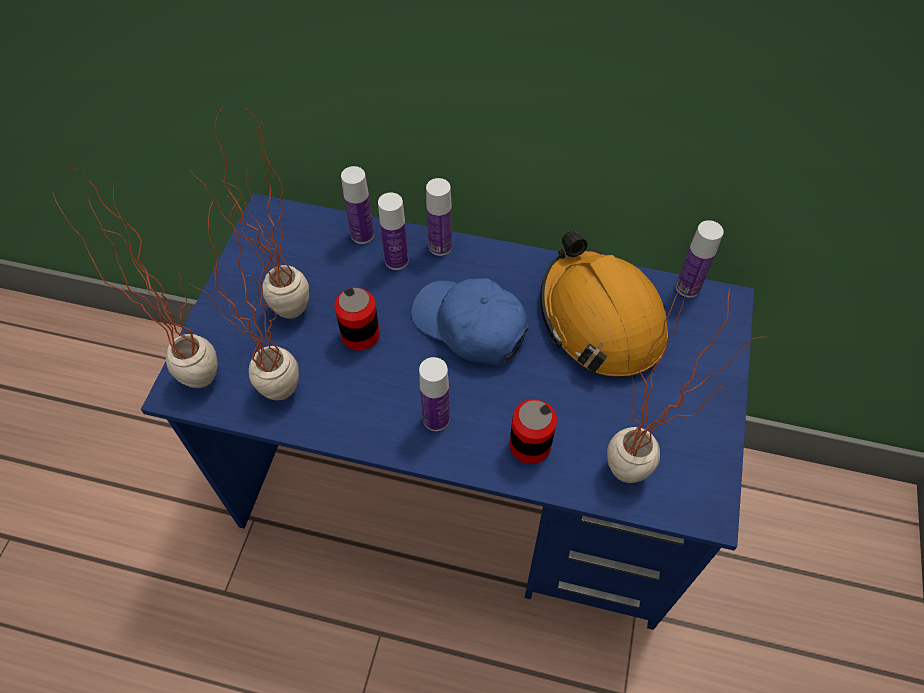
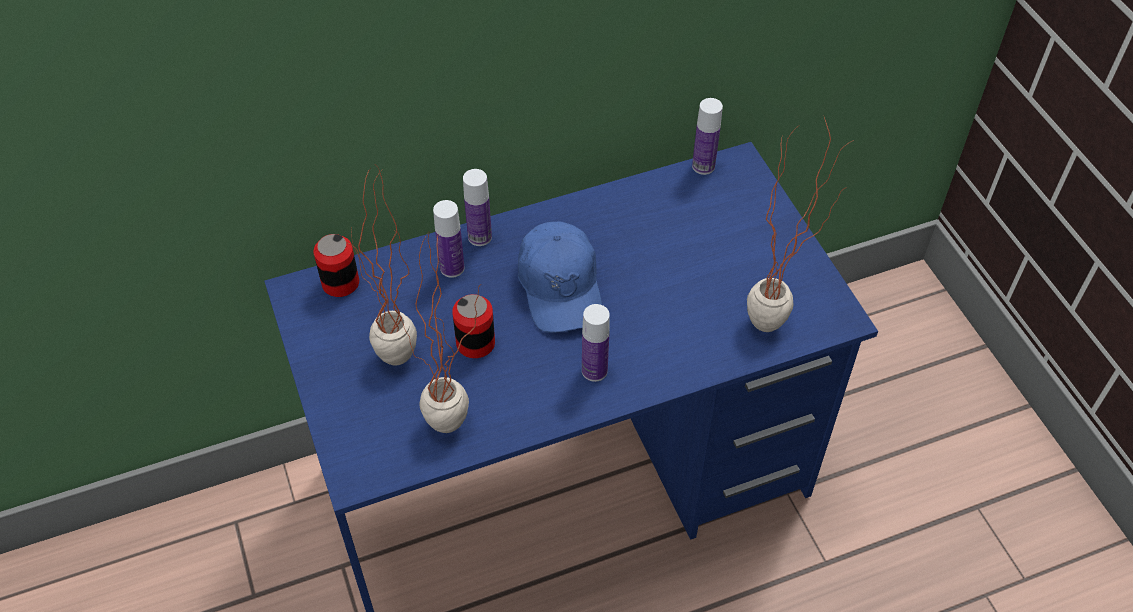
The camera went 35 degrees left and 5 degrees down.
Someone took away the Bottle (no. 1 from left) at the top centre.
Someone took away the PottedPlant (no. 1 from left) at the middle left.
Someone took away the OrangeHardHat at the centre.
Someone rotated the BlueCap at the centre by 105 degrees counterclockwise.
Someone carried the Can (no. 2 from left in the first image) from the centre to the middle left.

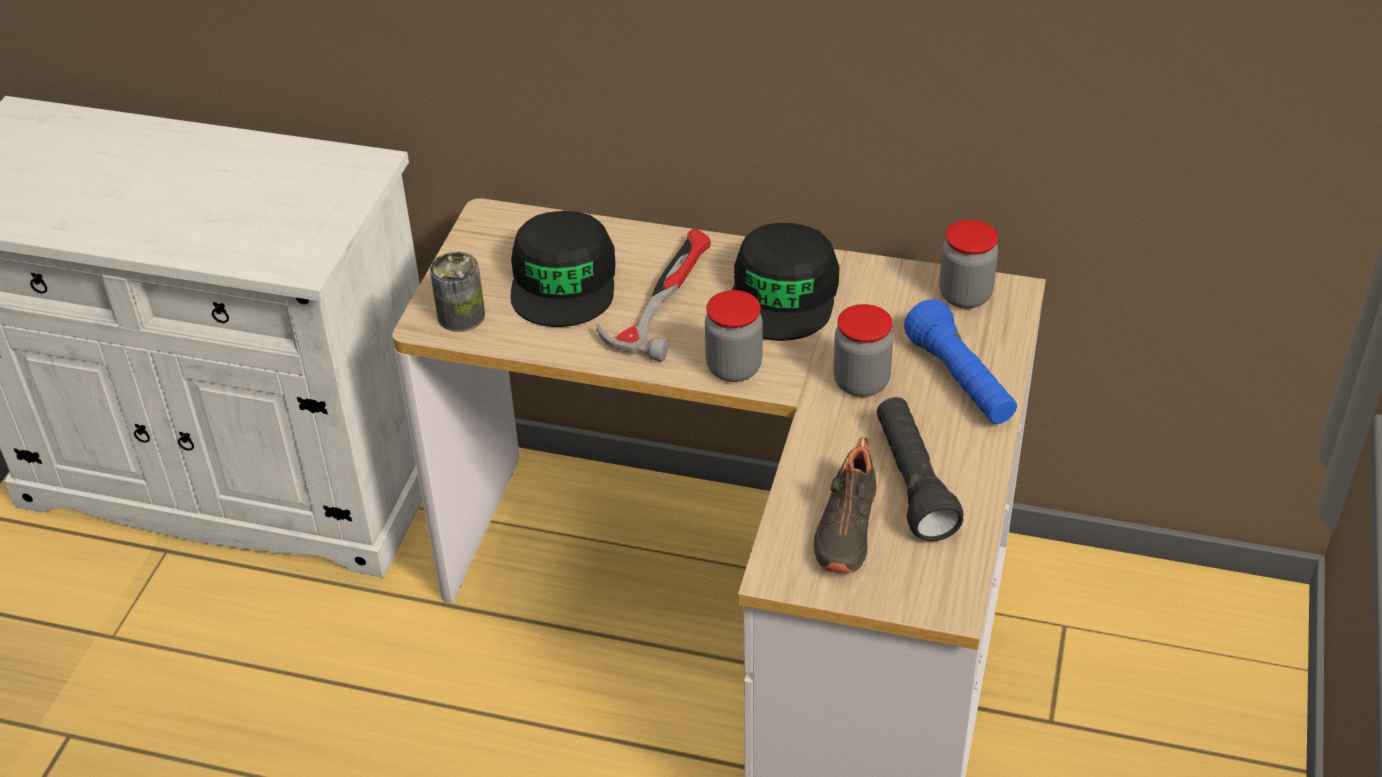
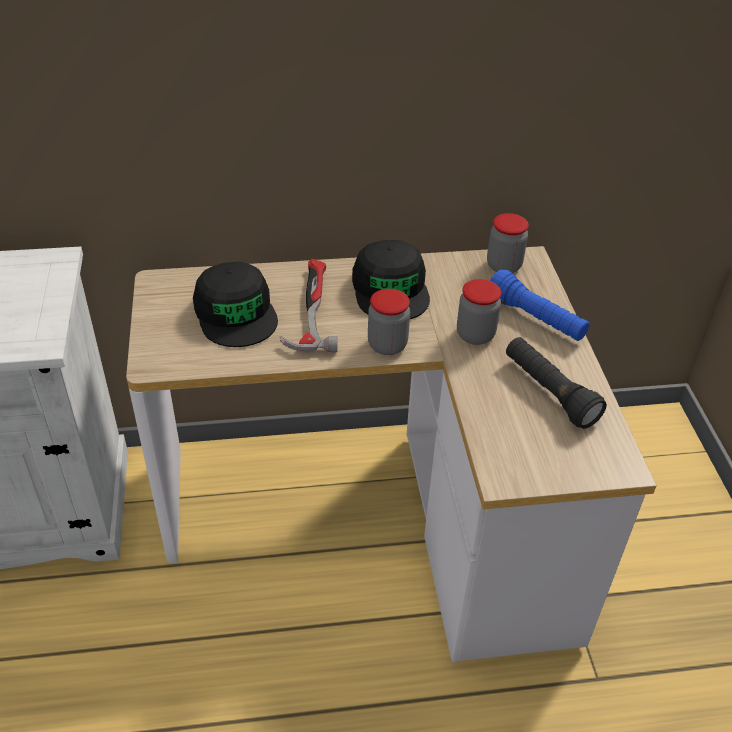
The camera went 25 degrees left and 0 degrees up.
Someone took away the Can at the middle left.
Someone took away the BlackShoe at the centre.

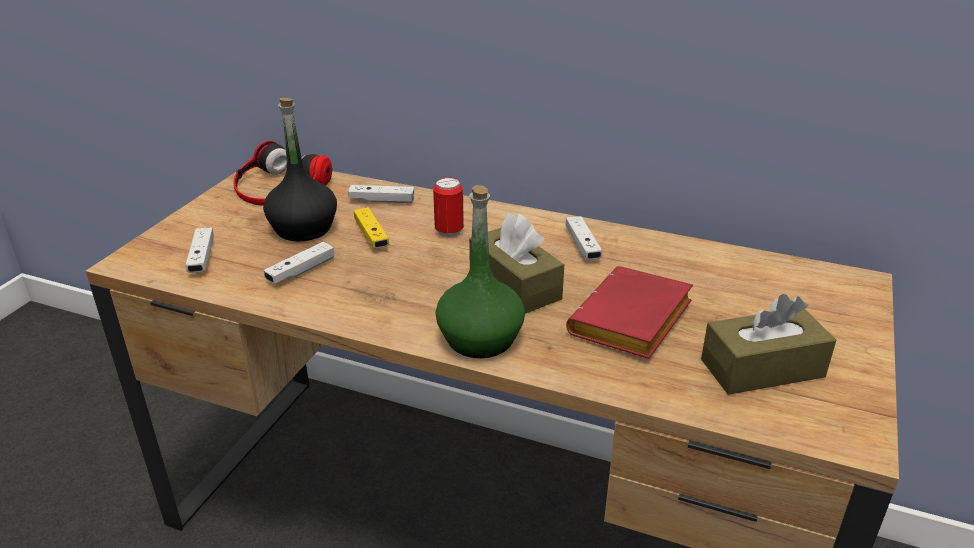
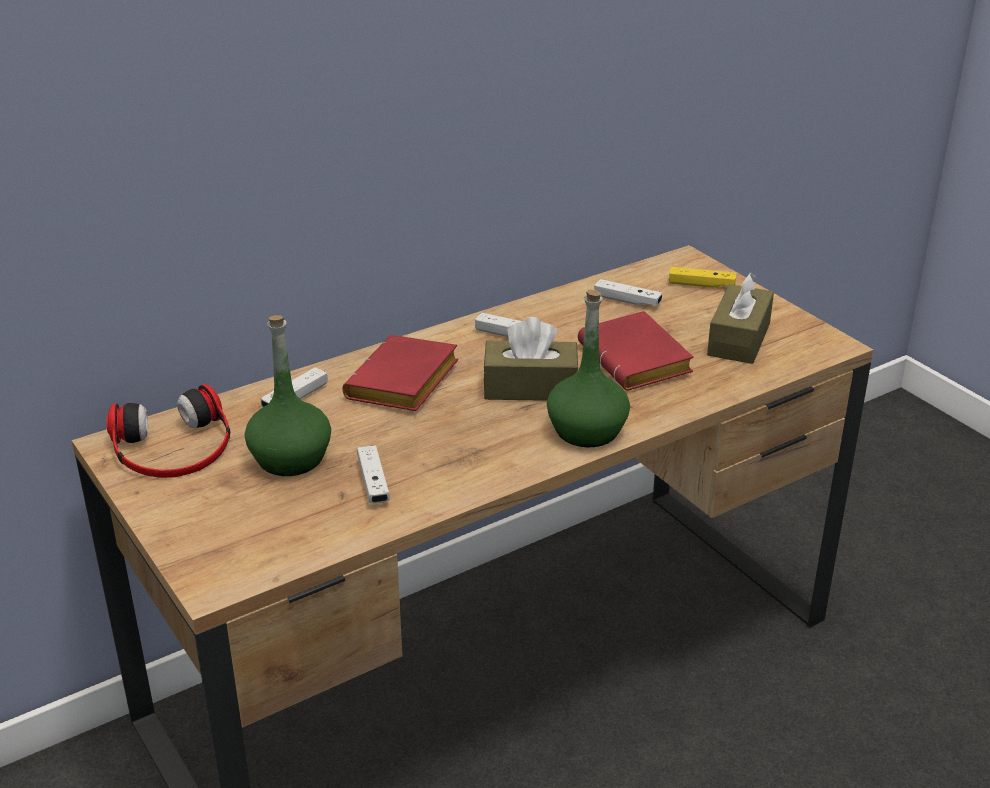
The camera went 55 degrees left and 0 degrees up.
Someone repainted the BlackBottle at the top left, which became the GreenBottle (no. 1 from left) at the middle left.
Someone swapped the Can at the centre for the RedBook (no. 1 from left) at the centre.
Someone carried the YellowGameController from the centre to the middle right.
Someone carried the WhiteGameController (no. 1 from left in the first image) from the middle left to the centre.

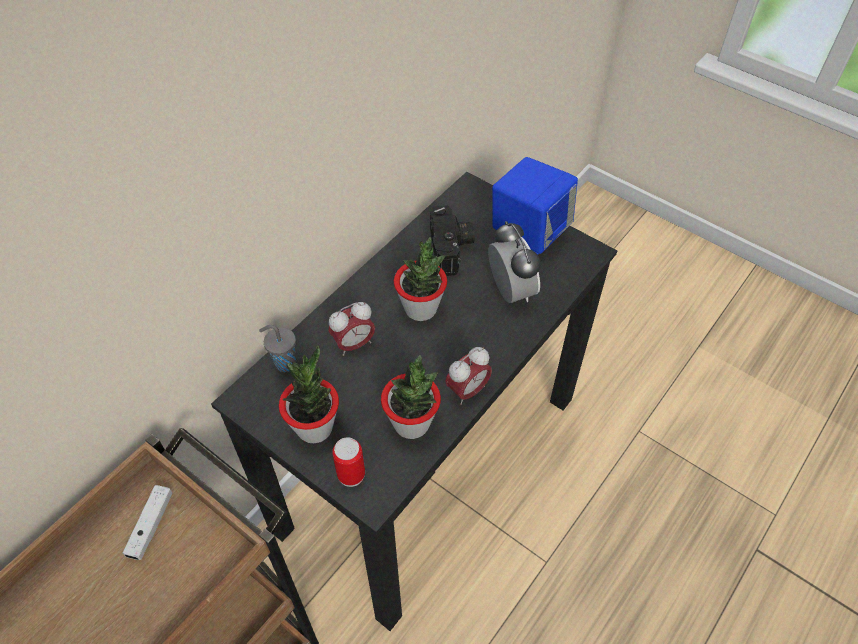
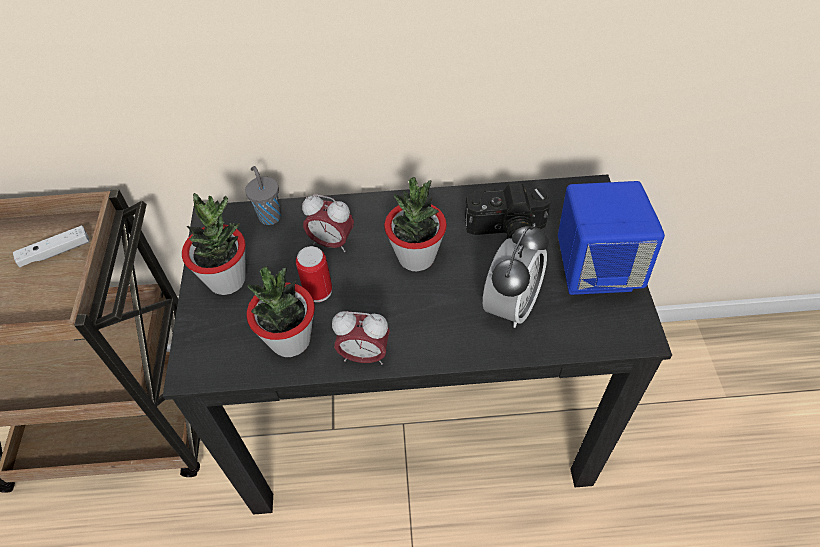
The camera went 50 degrees right and 0 degrees up.
Someone rotated the PhotoCamera at the centre by 45 degrees clockwise.
Someone carried the Can from the bottom centre to the centre.

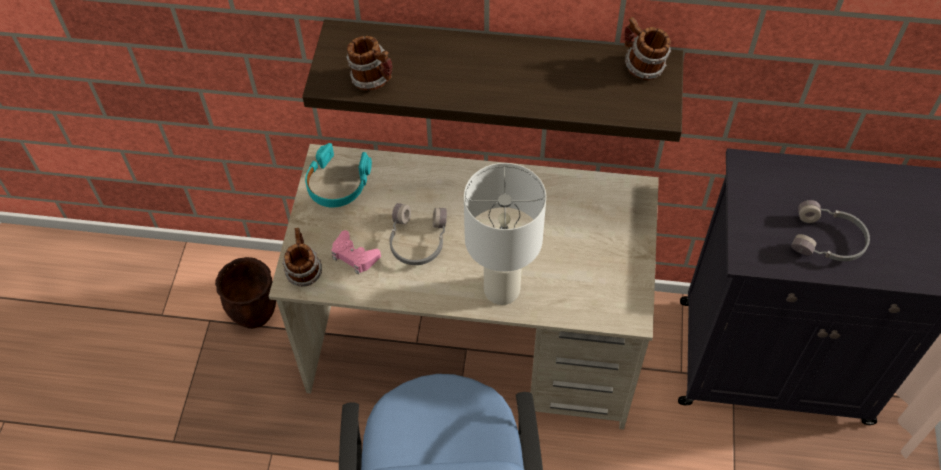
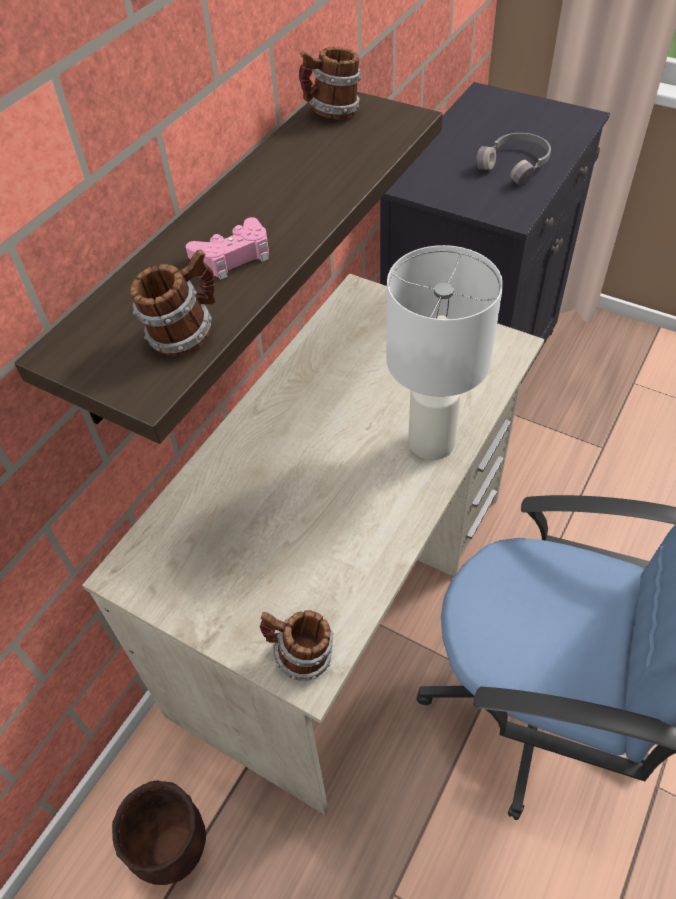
The camera went 65 degrees left and 5 degrees down.
Someone took away the TurquoiseHeadphones at the centre.
Someone took away the GreyHeadphones (no. 1 from left) at the centre.
Someone carried the PinkGameController from the centre to the top centre.

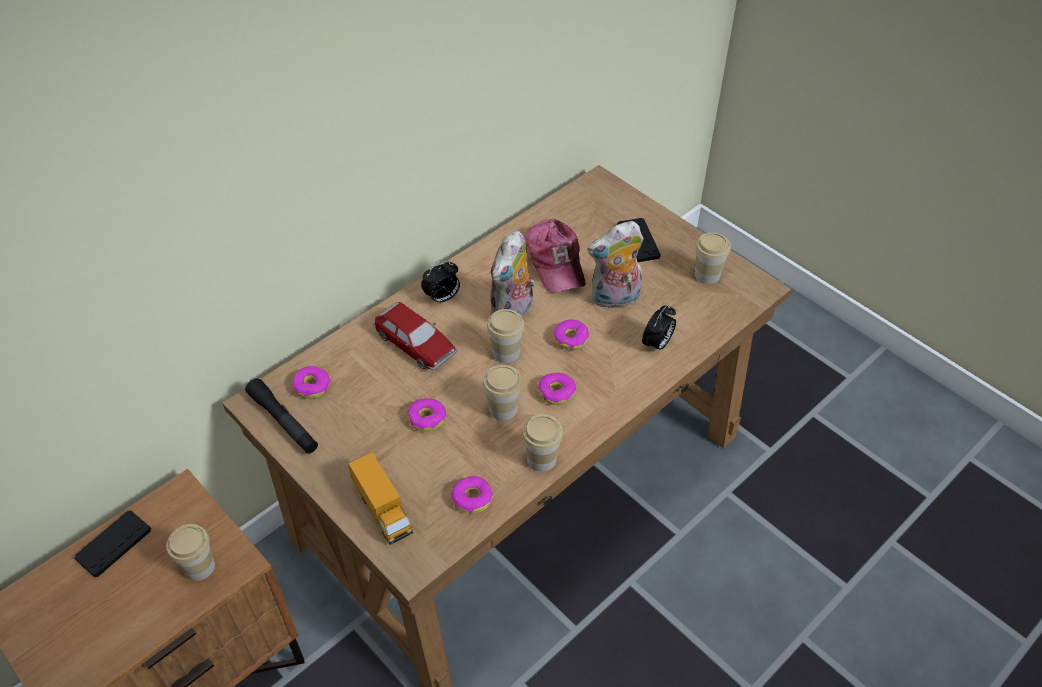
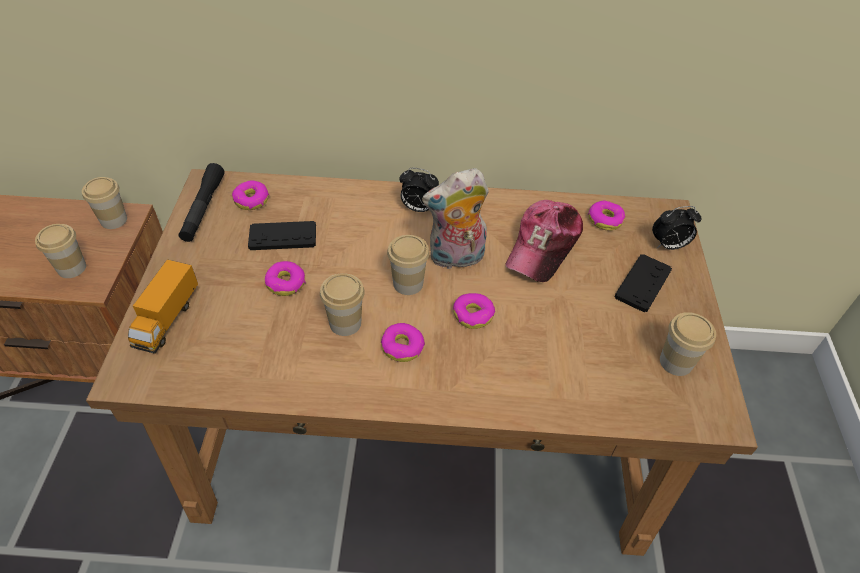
The camera went 45 degrees right and 0 degrees up.
Someone took away the PlushToy (no. 2 from left) at the centre.
Someone took away the ToyCar at the centre.
Someone carried the AlarmClock (no. 2 from left) from the centre to the middle right.
Someone carried the Cup (no. 4 from left in the first image) from the centre to the middle left.
Someone carried the Donut (no. 3 from left in the first image) from the bottom centre to the middle right.
Someone carried the BlackGameController (no. 1 from left) from the bottom left to the middle left.

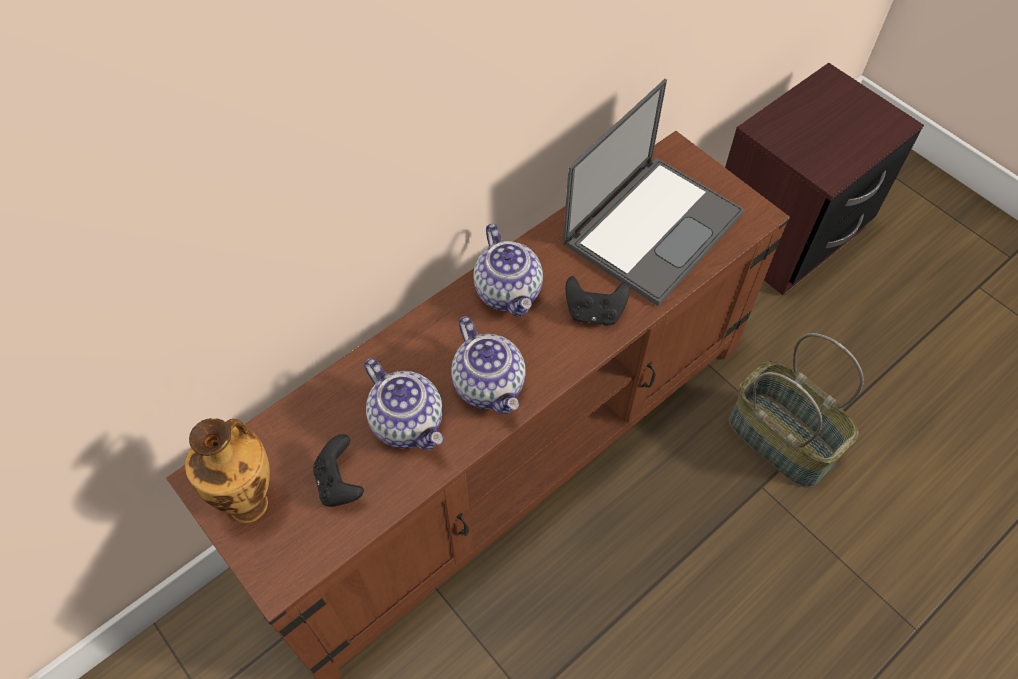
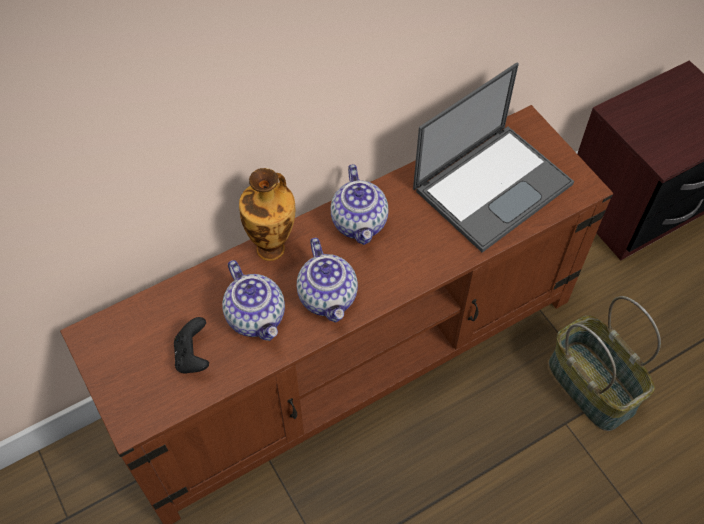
The camera went 10 degrees right and 0 degrees up.
Someone took away the BlackGameController (no. 2 from left) at the centre.
Someone carried the Vase from the bottom left to the centre.

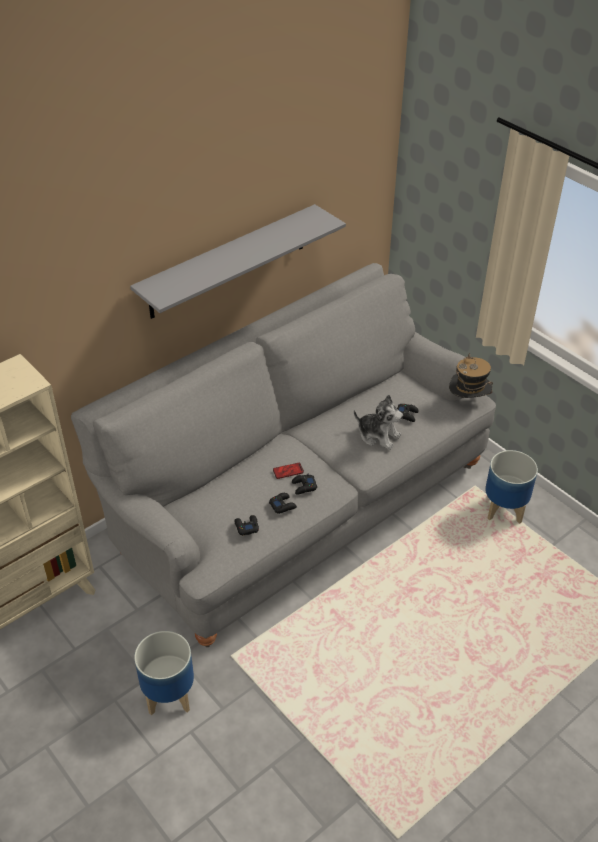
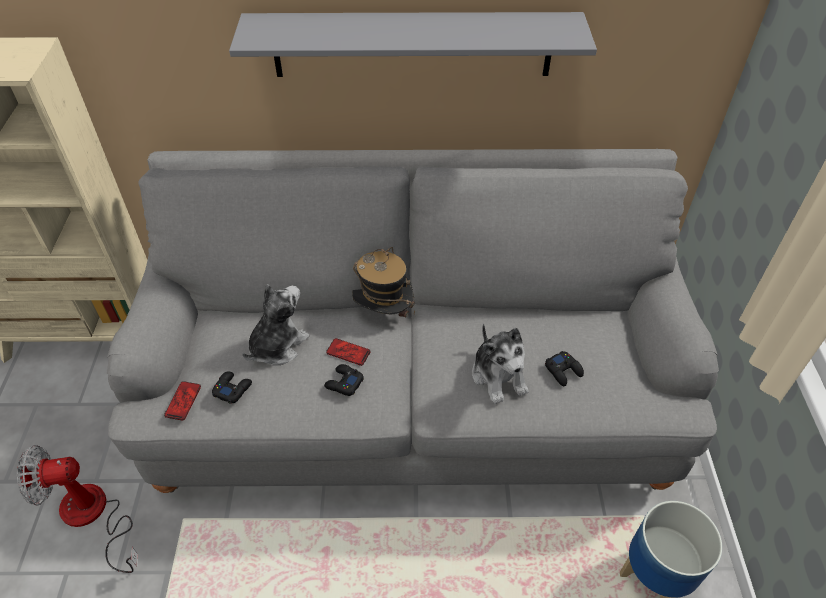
The camera went 40 degrees right and 5 degrees up.
Someone carried the Hat from the middle right to the centre.
Someone took away the BlackGameController (no. 2 from left) at the centre.
Someone swapped the Planter (no. 1 from left) at the bottom left for the Fan at the bottom left.
Someone put down the PlushToy (no. 1 from left) at the middle left.
Someone put down the Phone (no. 1 from left) at the bottom left.

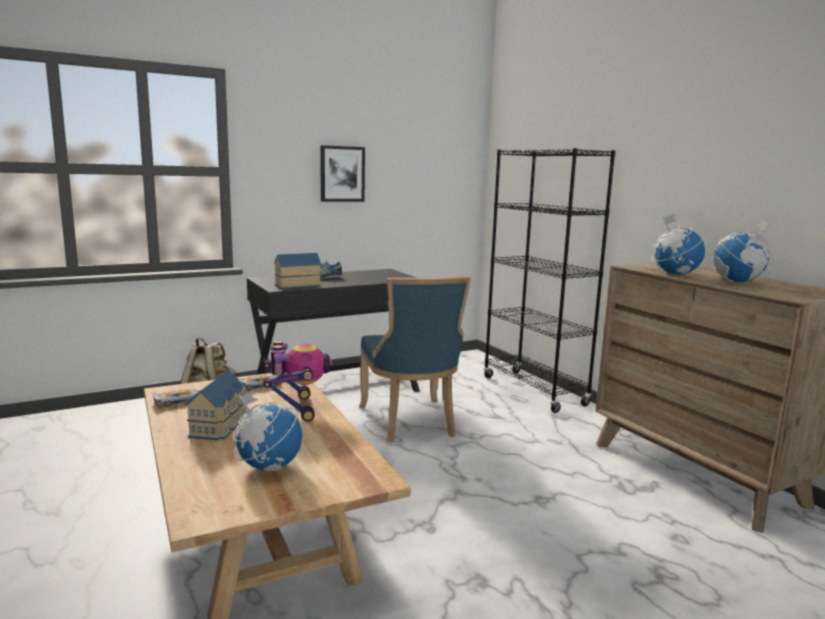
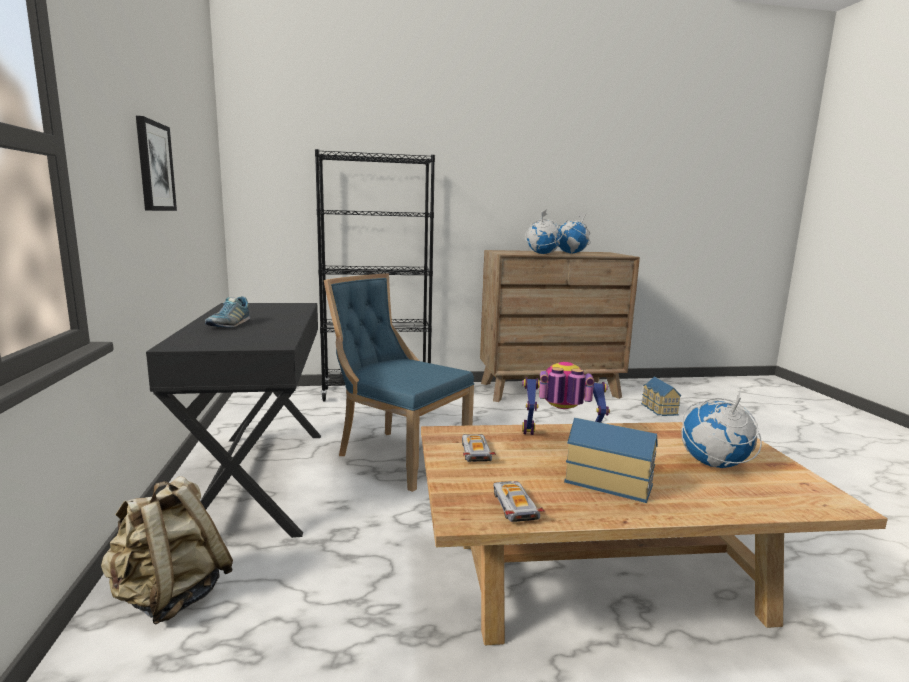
The camera went 70 degrees left and 0 degrees up.
Someone carried the ToyHouse (no. 2 from left) from the centre to the middle right.
Someone rotated the BlueChair at the centre by 150 degrees counterclockwise.

